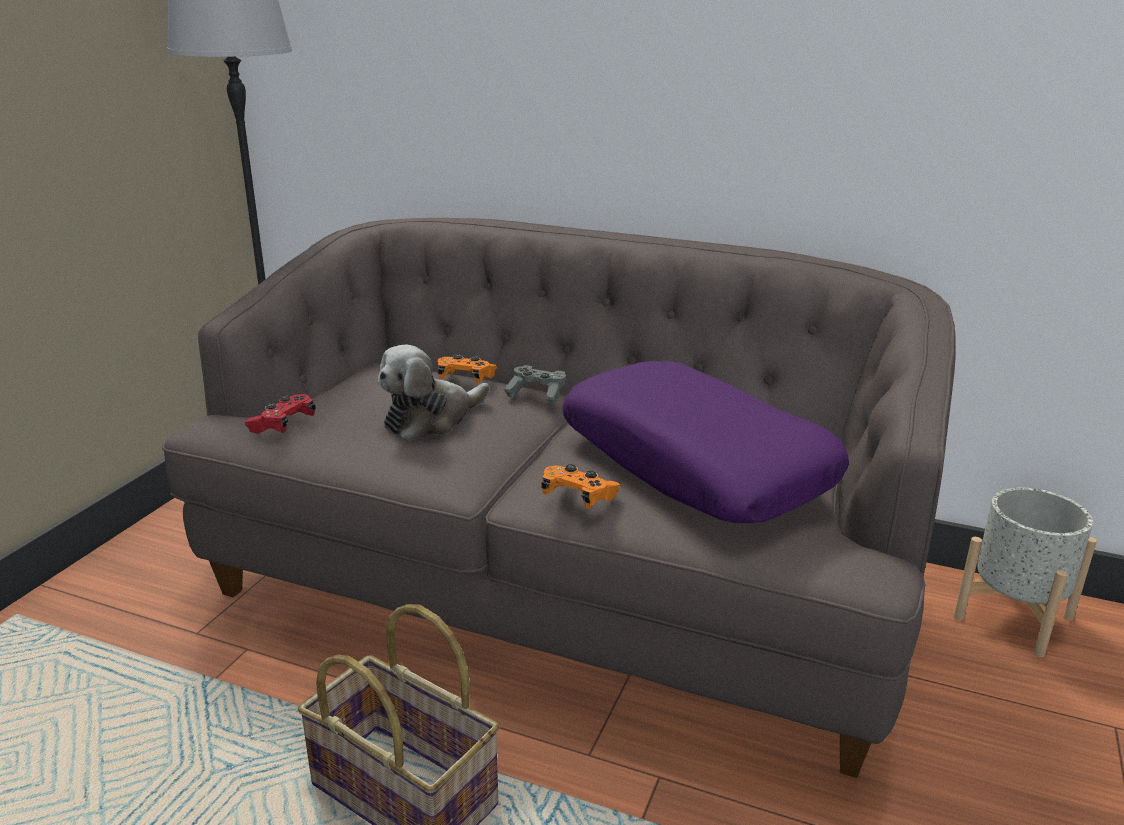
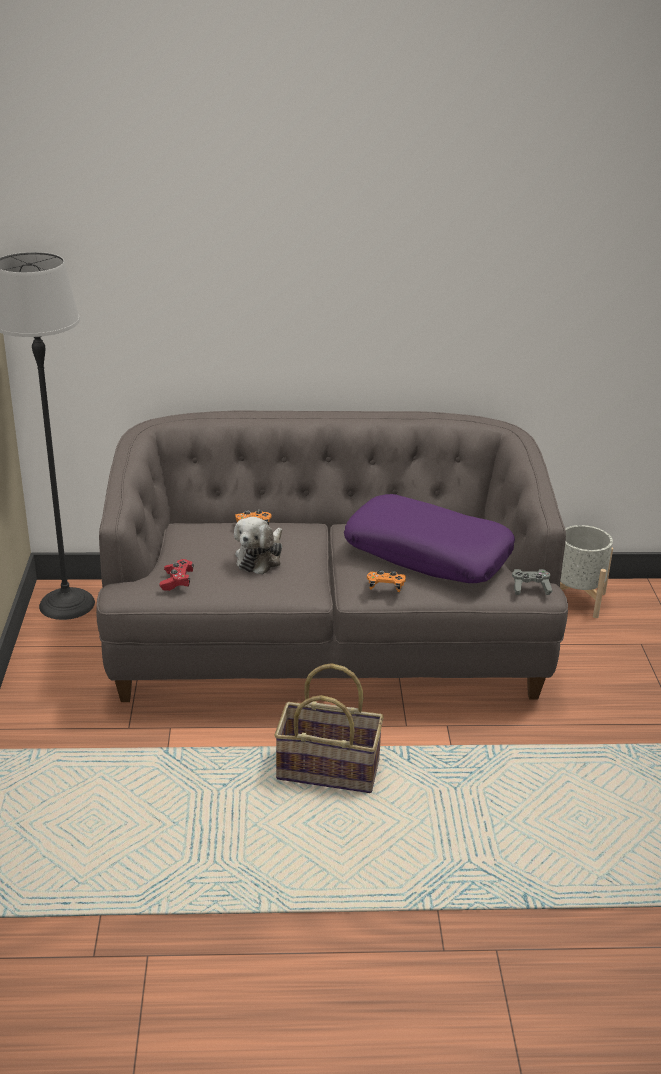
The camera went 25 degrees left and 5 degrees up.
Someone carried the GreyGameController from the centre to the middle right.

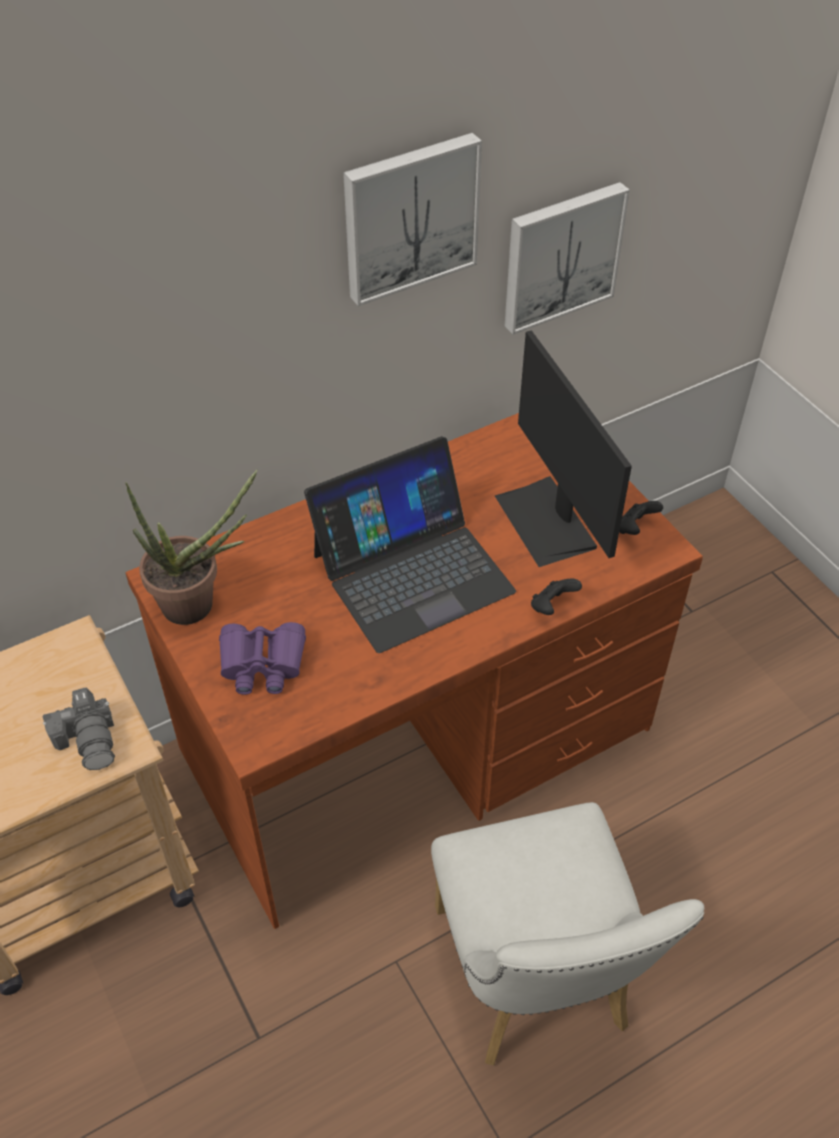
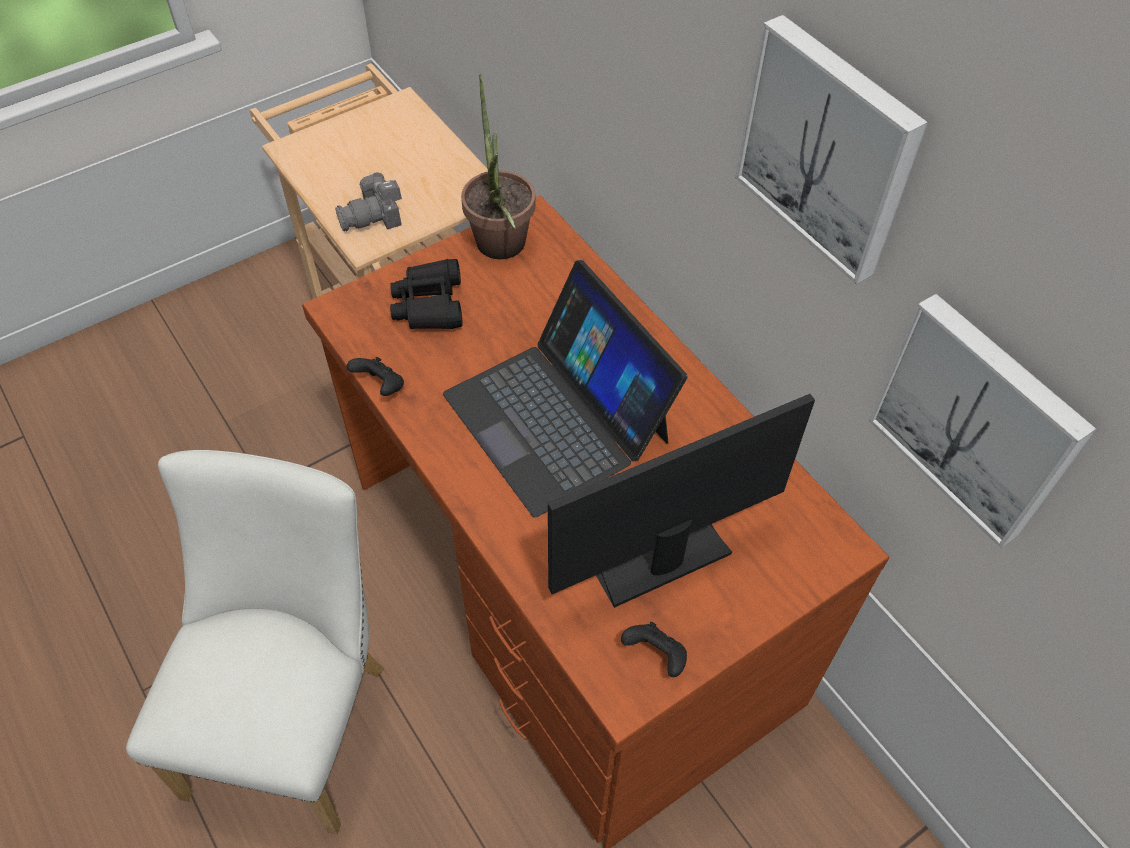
The camera went 85 degrees right and 5 degrees up.
Someone carried the BlackGameController (no. 1 from left) from the centre to the middle left.
Someone repainted the PurpleBinoculars at the middle left, which became the BlackBinoculars at the centre.
Someone rotated the WhiteChair at the bottom right by 120 degrees clockwise.

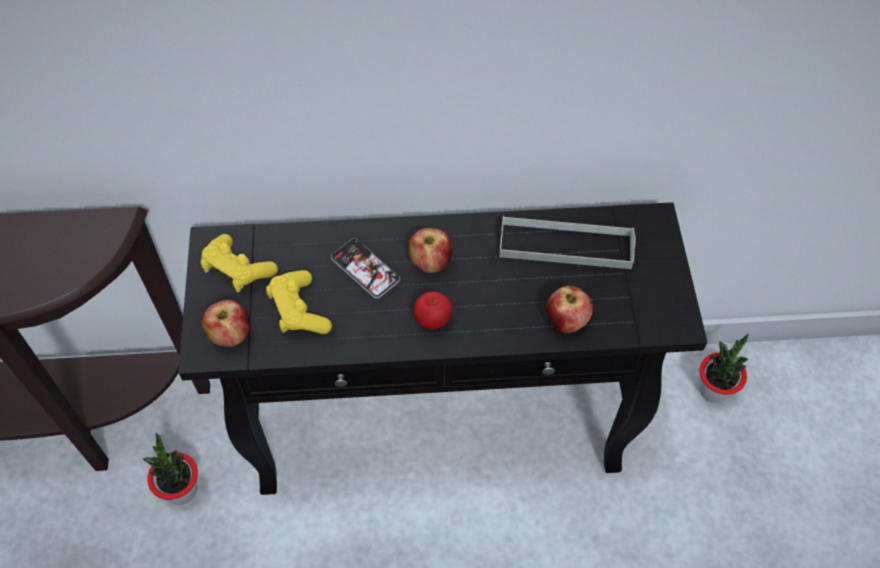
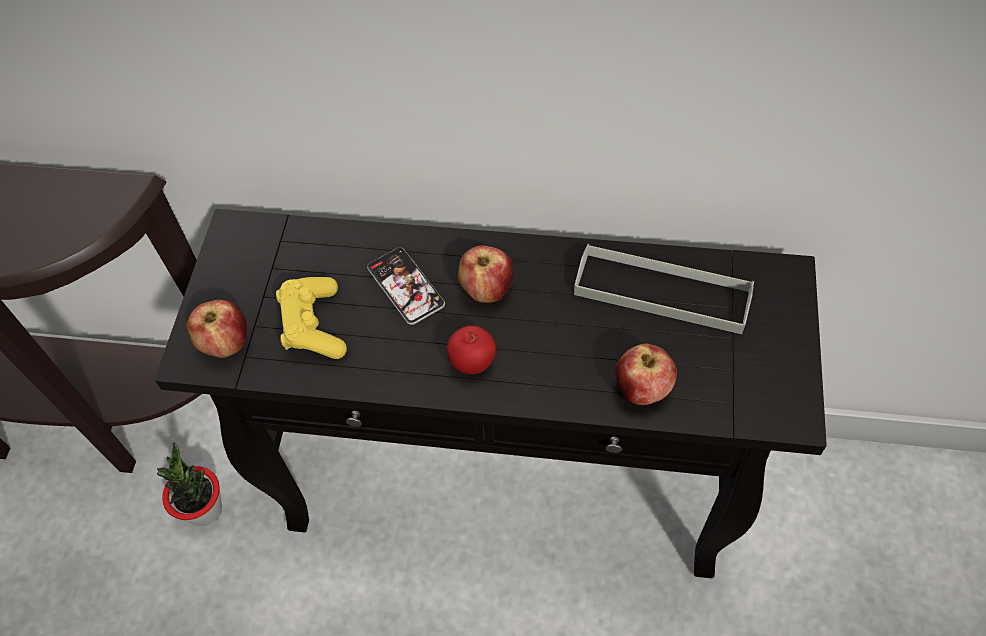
The camera went 15 degrees right and 0 degrees up.
Someone took away the YellowGameController (no. 1 from left) at the middle left.
Someone took away the PottedPlant (no. 2 from left) at the middle right.

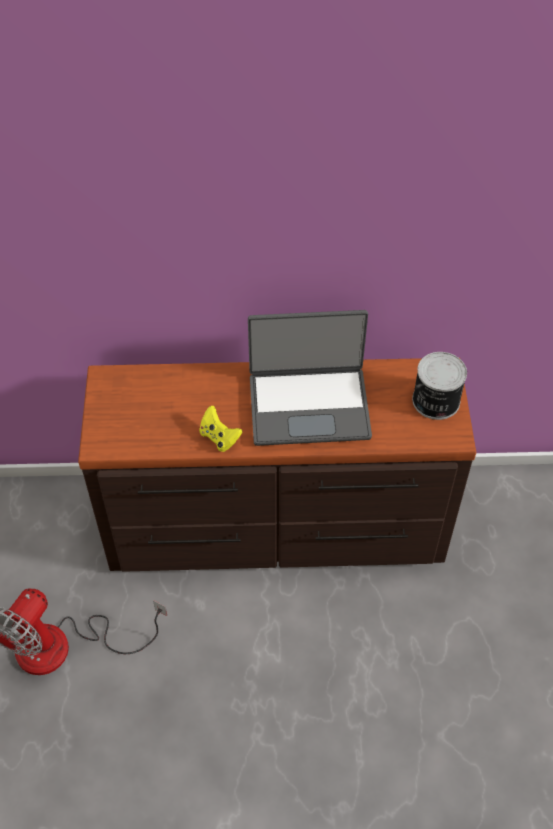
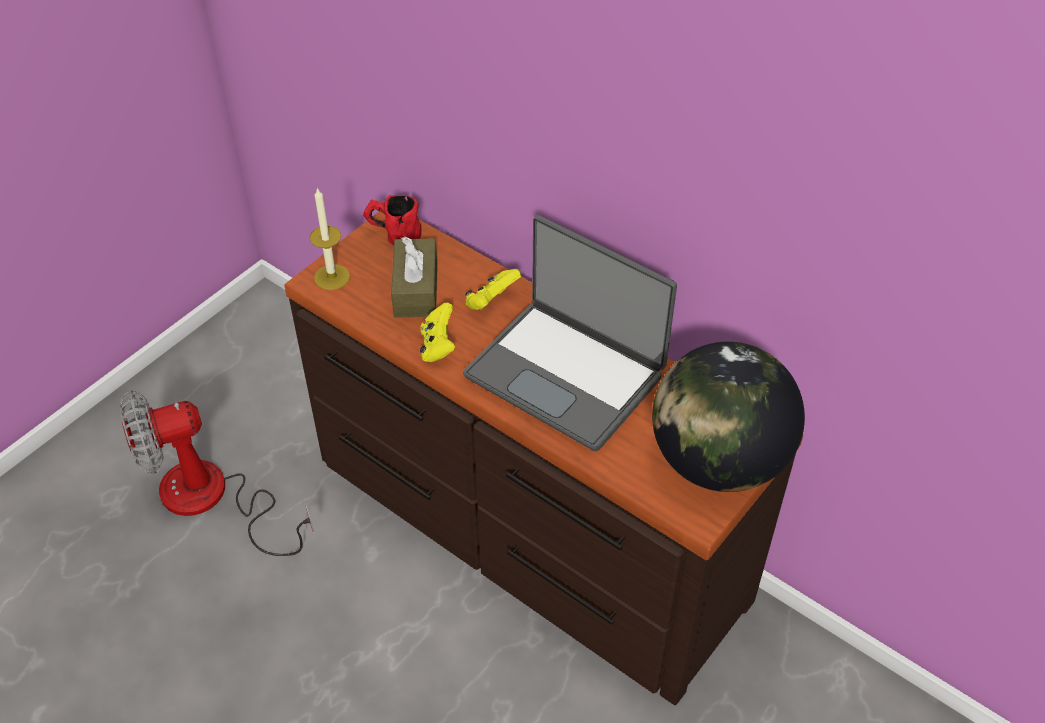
The camera went 40 degrees right and 5 degrees down.
Someone swapped the Can at the middle right for the Globe at the middle right.
Someone put down the Candle at the top left.
Someone put down the RedMug at the top centre.
Someone put down the BrownTissueBox at the centre.
Someone put down the YellowGameController (no. 2 from left) at the centre.

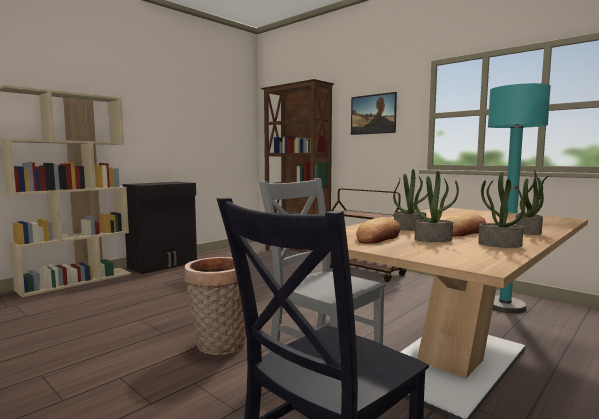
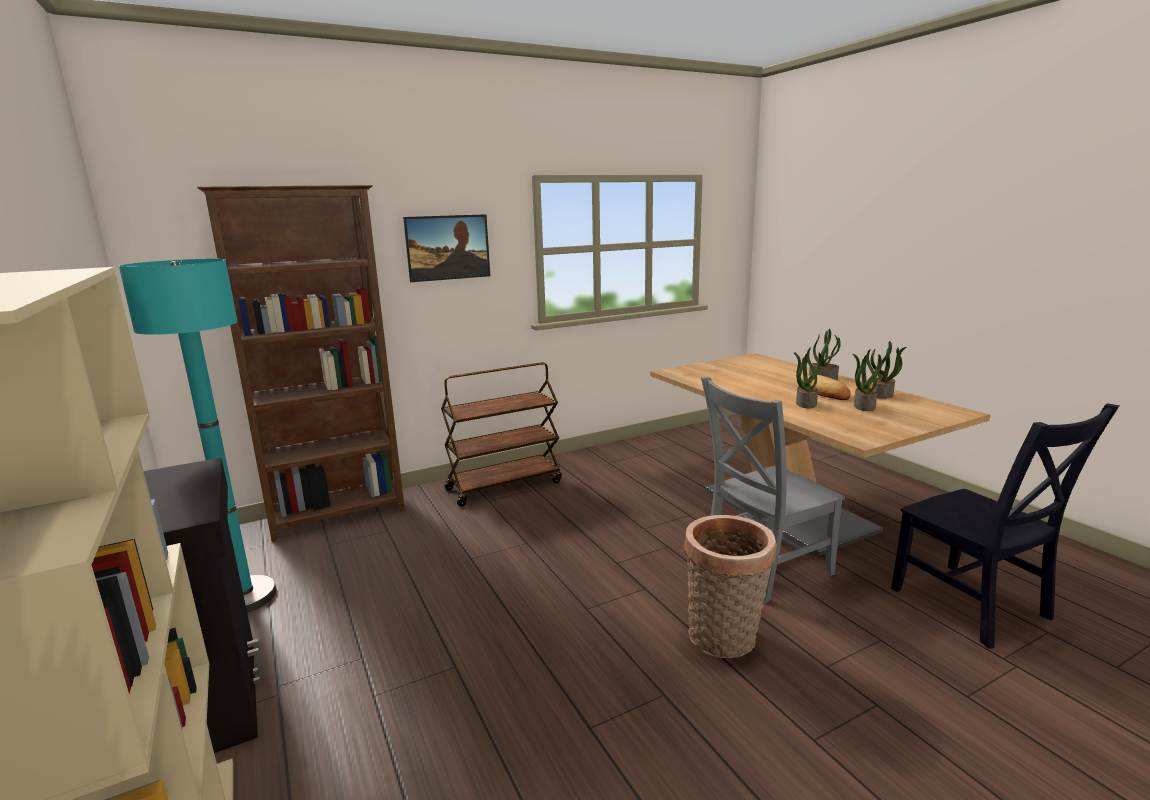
The camera went 70 degrees left and 10 degrees up.
Someone carried the TurquoiseFloorLamp from the middle right to the middle left.
Someone took away the Bread (no. 1 from left) at the centre.

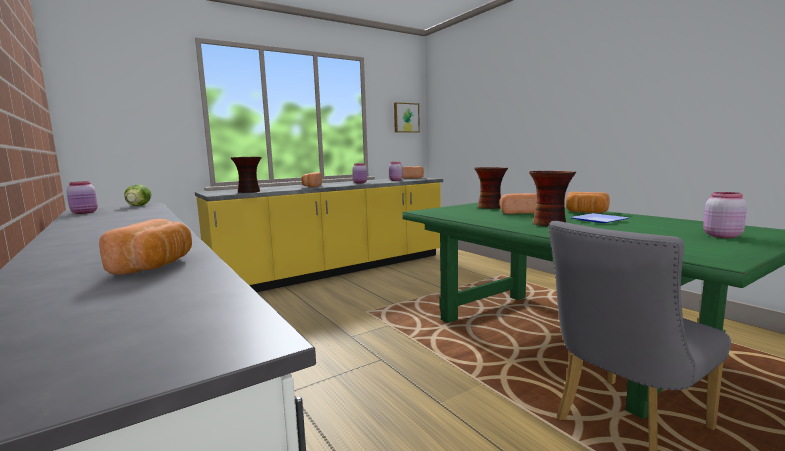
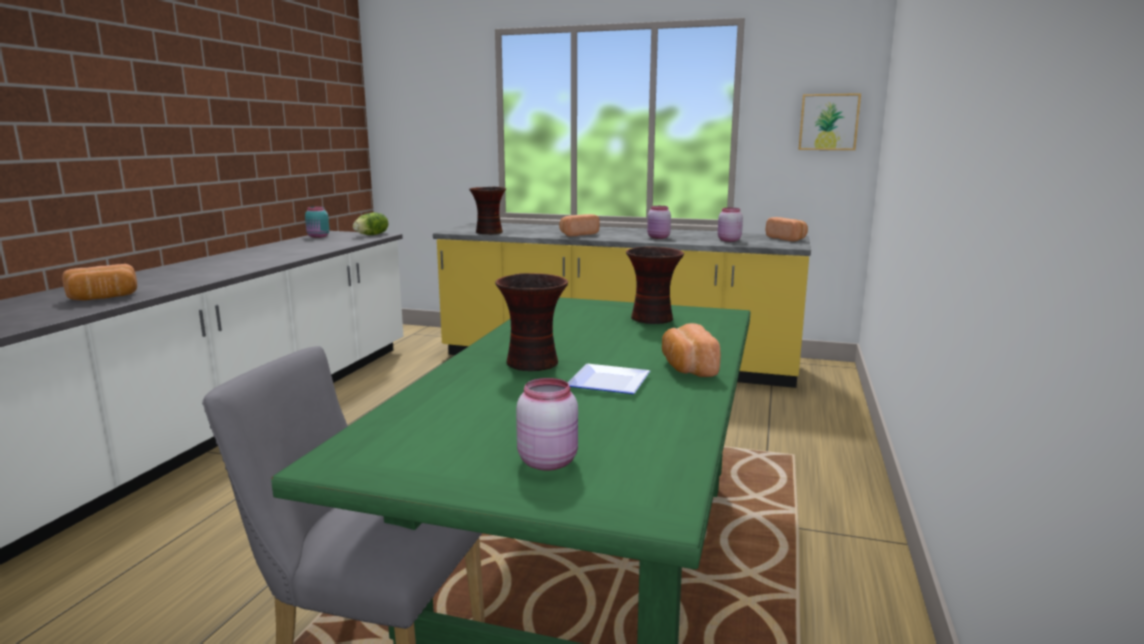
The camera went 50 degrees right and 5 degrees up.
Someone repainted the PinkJar (no. 1 from left) at the middle left, which became the TurquoiseJar at the middle left.
Someone took away the Bread (no. 4 from left) at the centre.

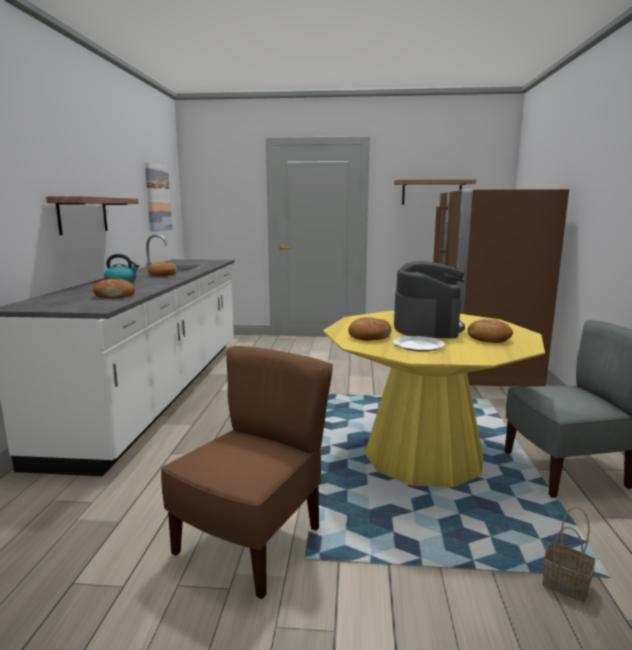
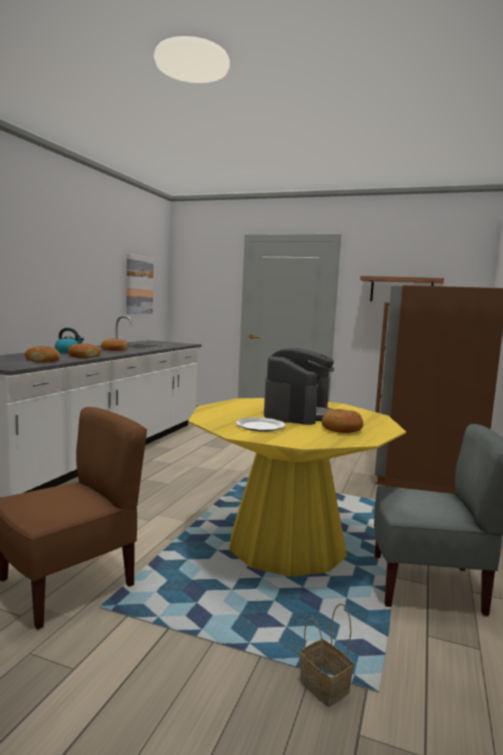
The camera went 15 degrees right and 5 degrees down.
Someone took away the Shelf (no. 1 from left) at the top left.
Someone carried the Bread (no. 3 from left in the first image) from the centre to the middle left.

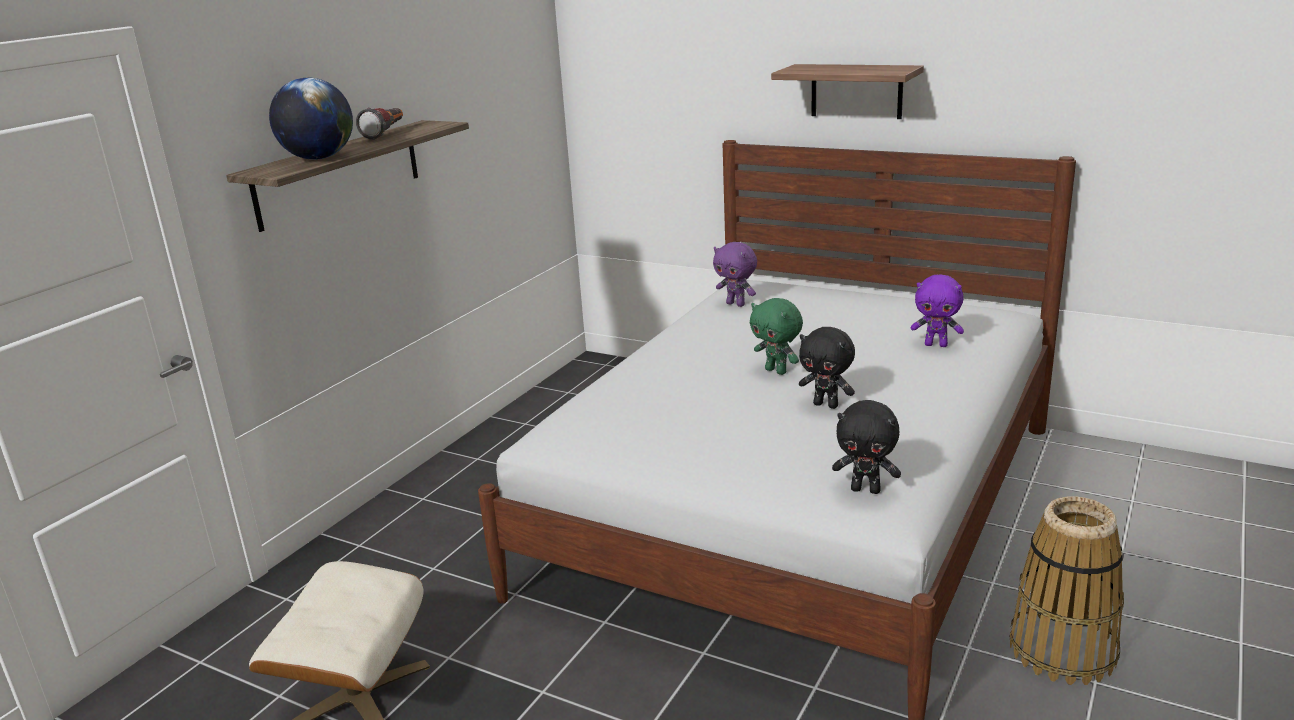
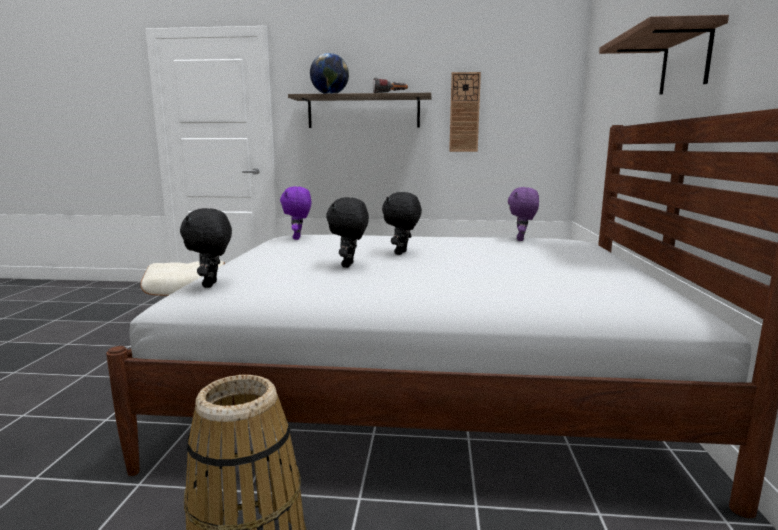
The camera went 65 degrees right and 10 degrees down.
Someone carried the PurplePlushToy (no. 2 from left in the first image) from the middle right to the centre.
Someone repainted the GreenPlushToy at the centre, which became the BlackPlushToy (no. 3 from left) at the centre.
Someone put up the WallClock at the top centre.

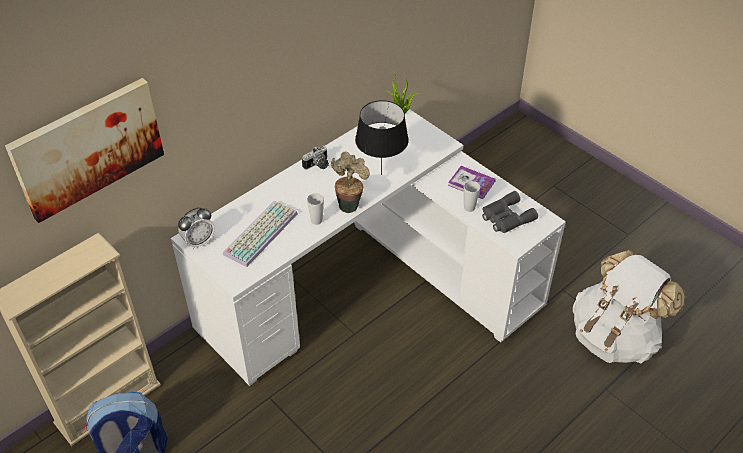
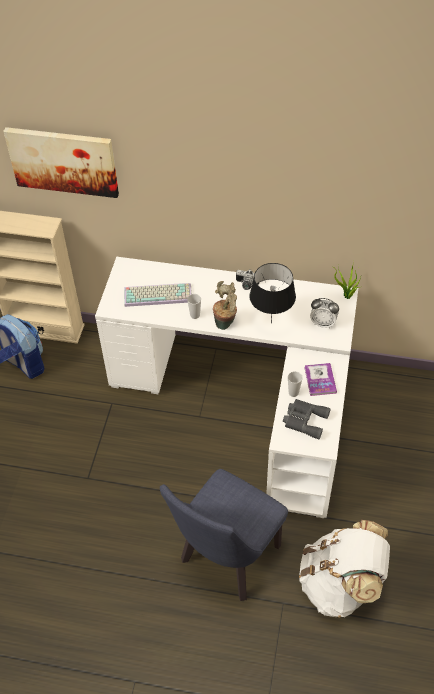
The camera went 55 degrees right and 5 degrees up.
Someone carried the AlarmClock from the middle left to the middle right.
Someone put down the BlueChair at the bottom centre.

